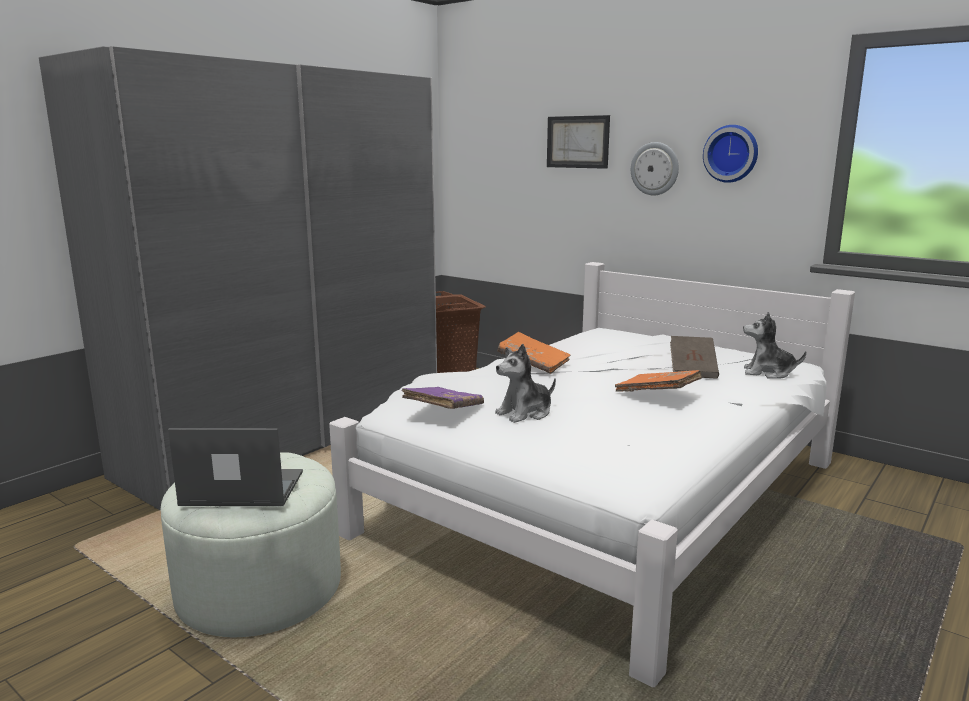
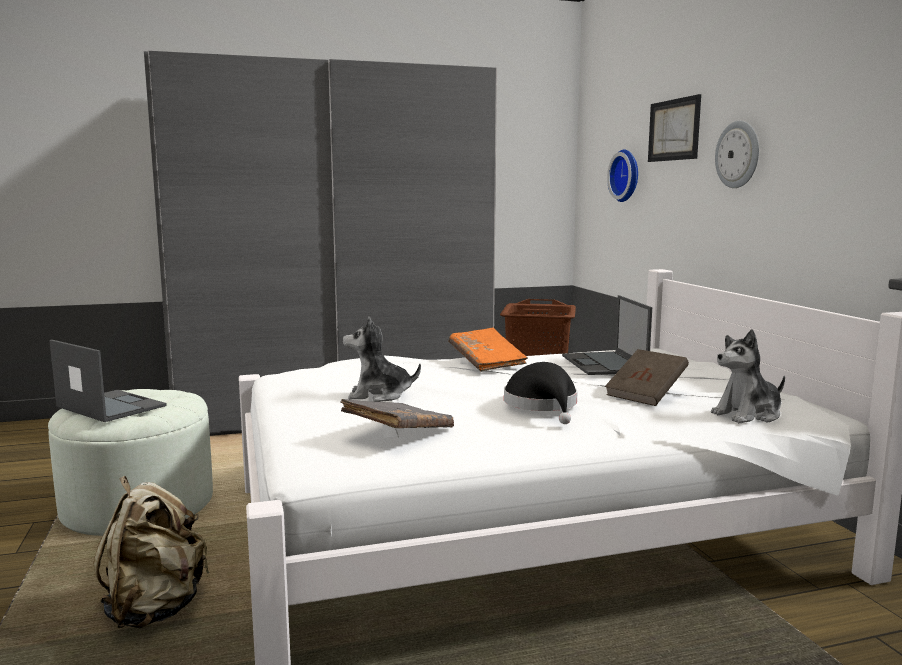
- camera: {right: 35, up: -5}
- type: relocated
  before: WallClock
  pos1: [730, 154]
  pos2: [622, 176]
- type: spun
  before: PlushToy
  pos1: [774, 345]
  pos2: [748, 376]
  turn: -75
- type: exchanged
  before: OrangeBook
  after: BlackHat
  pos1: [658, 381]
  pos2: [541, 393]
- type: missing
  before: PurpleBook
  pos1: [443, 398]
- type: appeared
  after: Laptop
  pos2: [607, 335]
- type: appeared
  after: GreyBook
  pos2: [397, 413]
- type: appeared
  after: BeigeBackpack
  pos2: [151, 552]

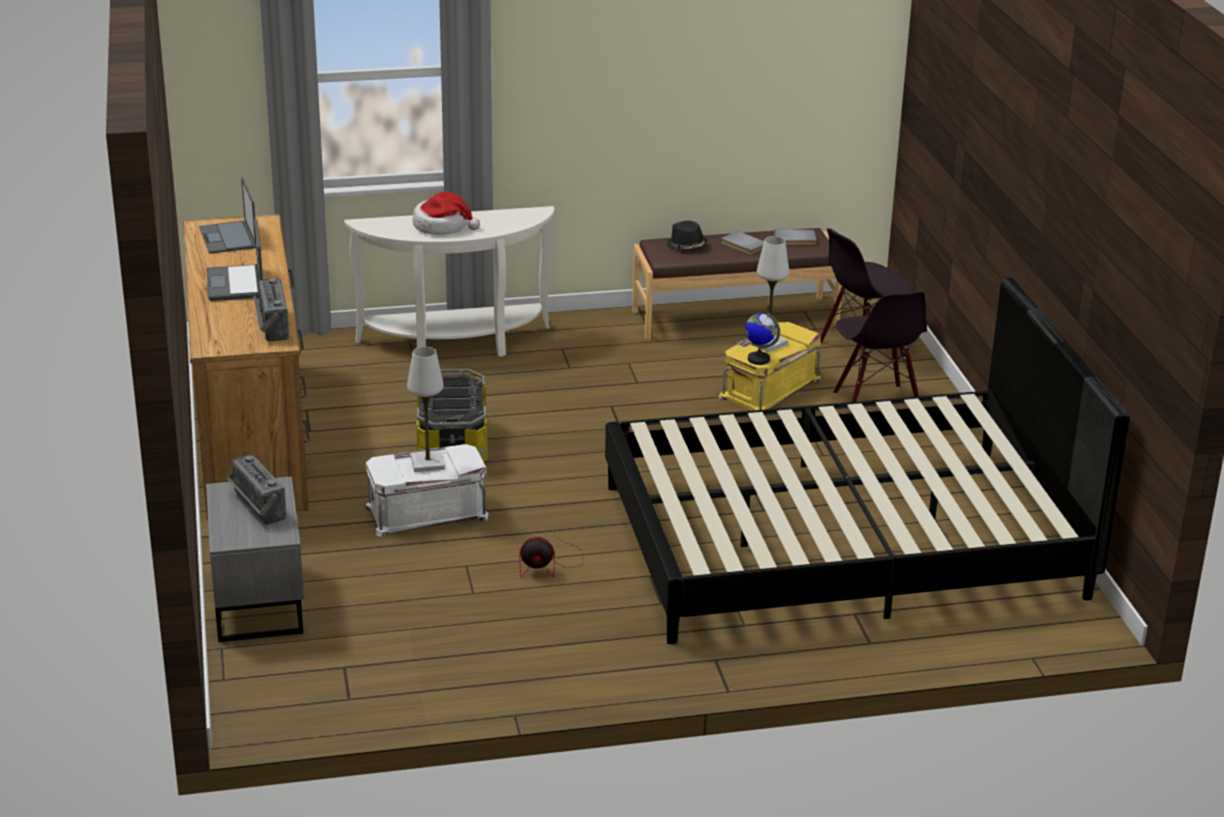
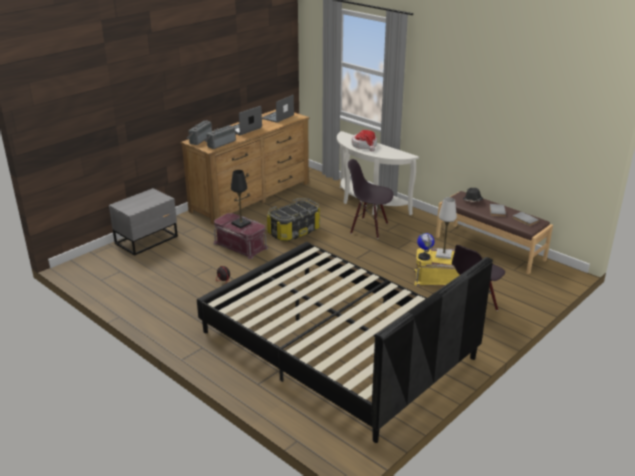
- camera: {right: 55, up: 0}
- type: relocated
  before: BlackChair
  pos1: [868, 300]
  pos2: [371, 198]
- type: colour
  before: WhiteTableLamp
  after: BlackTableLamp
  pos1: [426, 409]
  pos2: [241, 199]
- type: colour
  before: WhiteStorageBox
  after: RedStorageBox
  pos1: [427, 490]
  pos2: [240, 236]
- type: relocated
  before: Radio
  pos1: [257, 489]
  pos2: [199, 133]

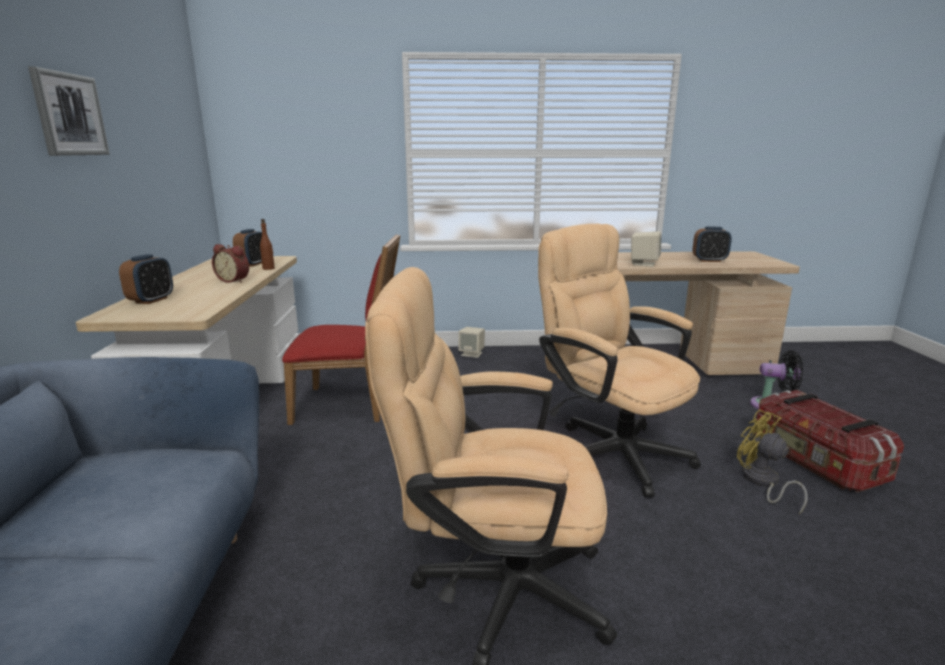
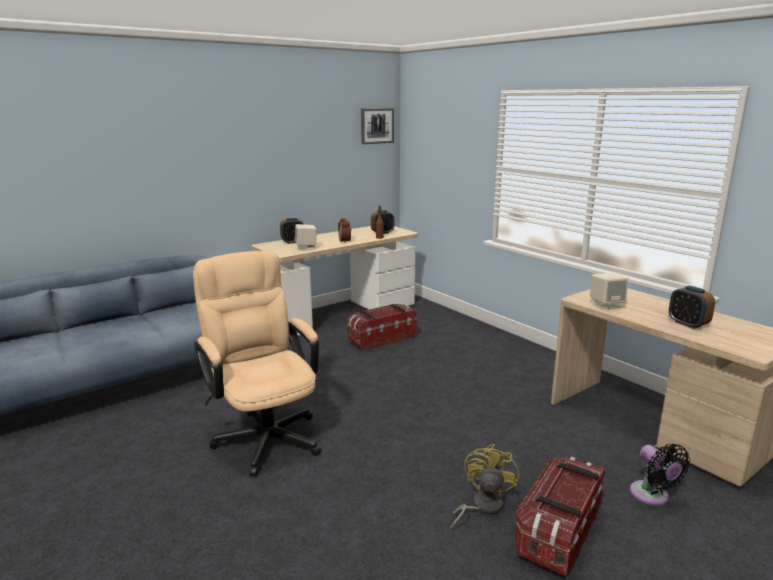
- camera: {right: 55, up: 0}
- type: relocated
  before: Picture
  pos1: [69, 111]
  pos2: [377, 126]
- type: missing
  before: BeigeOfficeChair
  pos1: [619, 360]
- type: exchanged
  before: RedChair
  after: StorageBox
  pos1: [341, 329]
  pos2: [382, 327]
- type: relocated
  before: BeigeSpeaker
  pos1: [471, 342]
  pos2: [306, 237]

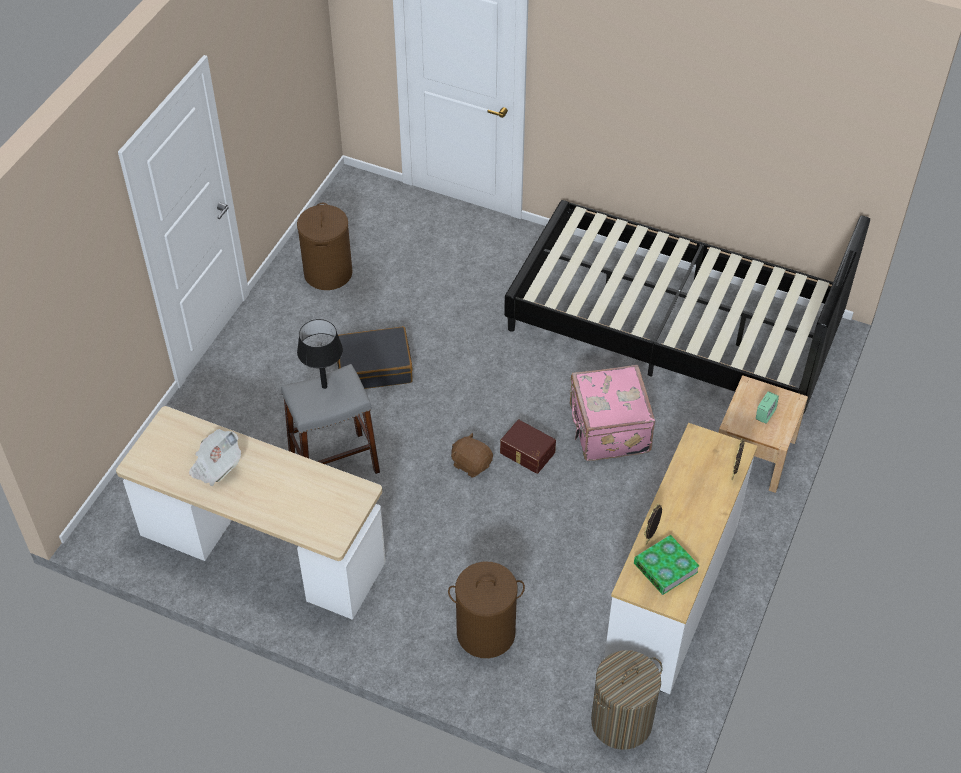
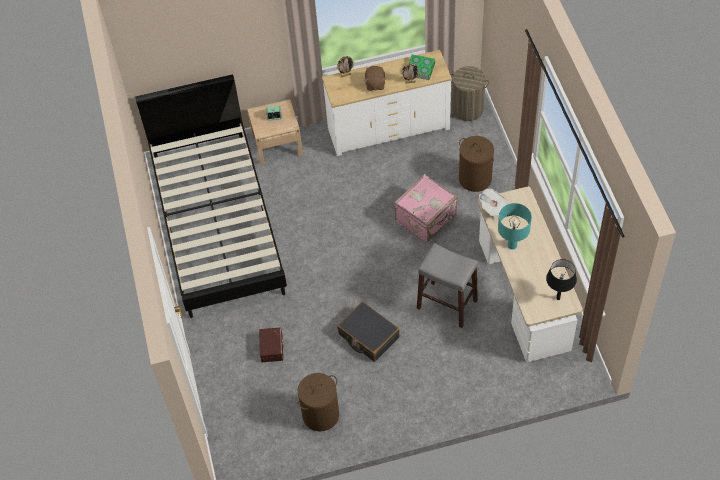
- camera: {right: -125, up: 5}
- type: relocated
  before: BlackTableLamp
  pos1: [320, 354]
  pos2: [561, 279]
- type: relocated
  before: PinkSuitcase
  pos1: [612, 413]
  pos2: [426, 208]
- type: relocated
  before: BrownStorageBox
  pos1: [528, 446]
  pos2: [272, 344]
- type: relocated
  before: Newspaper
  pos1: [215, 457]
  pos2: [493, 203]
- type: relocated
  before: BrownPlushToy
  pos1: [472, 455]
  pos2: [375, 78]
- type: appeared
  after: TurquoiseTableLamp
  pos2: [515, 226]

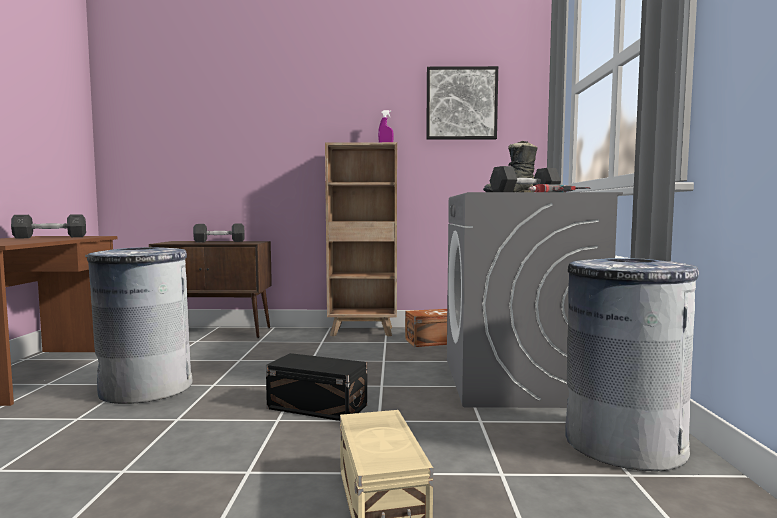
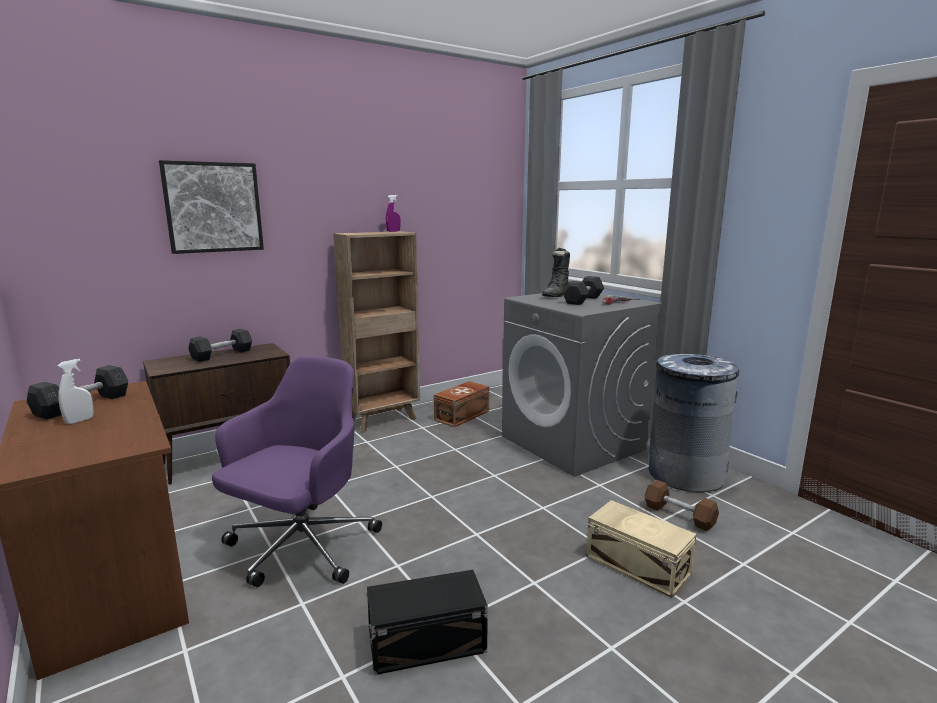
- camera: {right: -35, up: 10}
- type: relocated
  before: Picture
  pos1: [462, 103]
  pos2: [211, 207]
- type: exchanged
  before: GreyTrashCan
  after: PurpleOfficeChair
  pos1: [140, 325]
  pos2: [297, 471]
- type: relocated
  before: BlackStorageBox
  pos1: [316, 387]
  pos2: [427, 622]
- type: appeared
  after: WhiteSprayBottle
  pos2: [76, 391]
- type: appeared
  after: BrownDumbbell
  pos2: [682, 505]

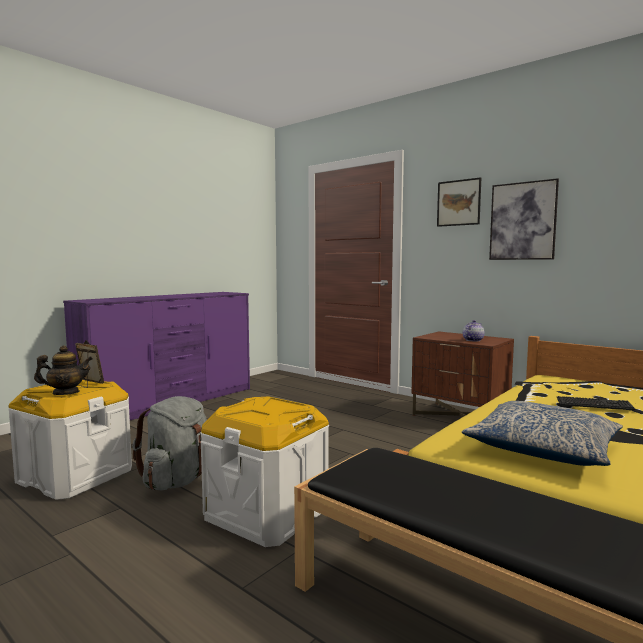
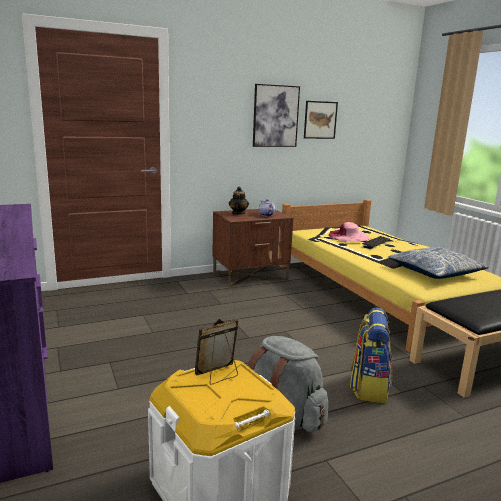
- camera: {right: -65, up: 10}
- type: relocated
  before: Picture
  pos1: [459, 202]
  pos2: [321, 120]
- type: relocated
  before: Teapot
  pos1: [63, 370]
  pos2: [239, 200]
- type: exchanged
  before: WhiteStorageBox
  after: Backpack
  pos1: [265, 471]
  pos2: [371, 355]
- type: appeared
  after: PinkHat
  pos2: [348, 232]

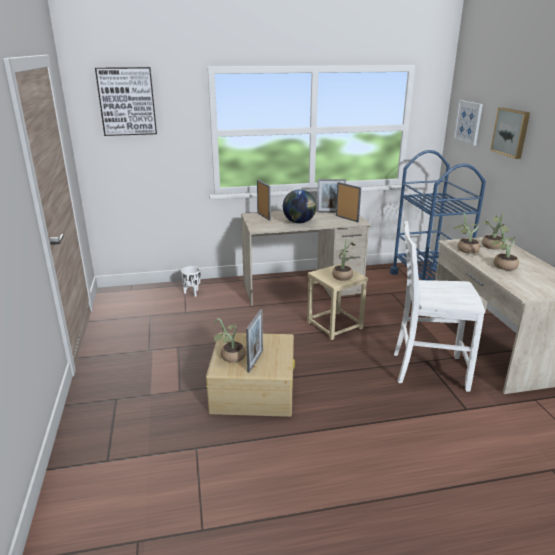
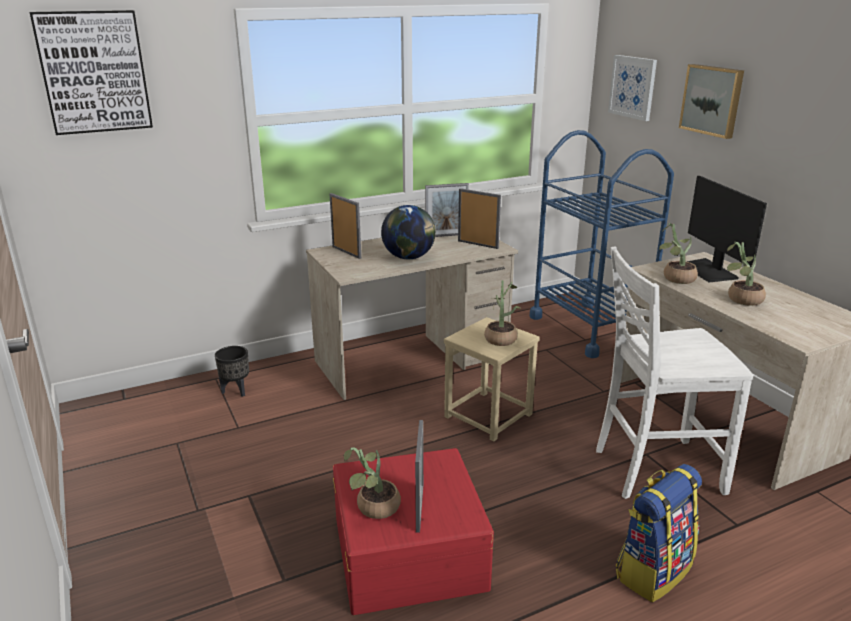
- camera: {right: -15, up: 0}
- type: exchanged
  before: PottedPlant
  after: Monitor
  pos1: [495, 231]
  pos2: [727, 229]
- type: colour
  before: WhitePlanter
  after: BlackPlanter
  pos1: [191, 281]
  pos2: [232, 371]
- type: colour
  before: BeigeStorageBox
  after: RedStorageBox
  pos1: [250, 375]
  pos2: [413, 531]
- type: appeared
  after: Backpack
  pos2: [659, 533]

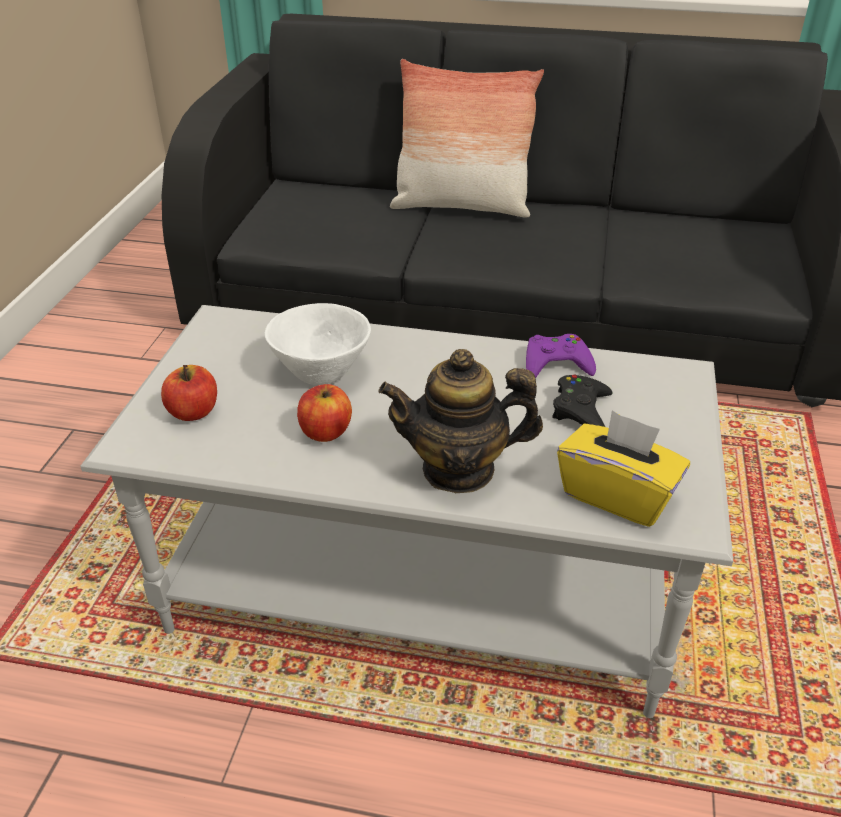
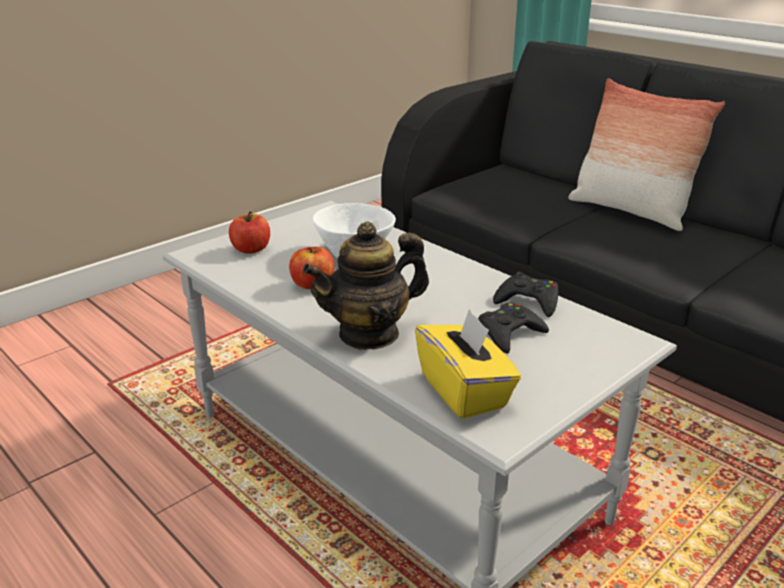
- camera: {right: 35, up: -10}
- type: colour
  before: PurpleGameController
  after: BlackGameController
  pos1: [561, 356]
  pos2: [525, 294]
- type: spun
  before: Teapot
  pos1: [460, 421]
  pos2: [366, 286]
  turn: -60

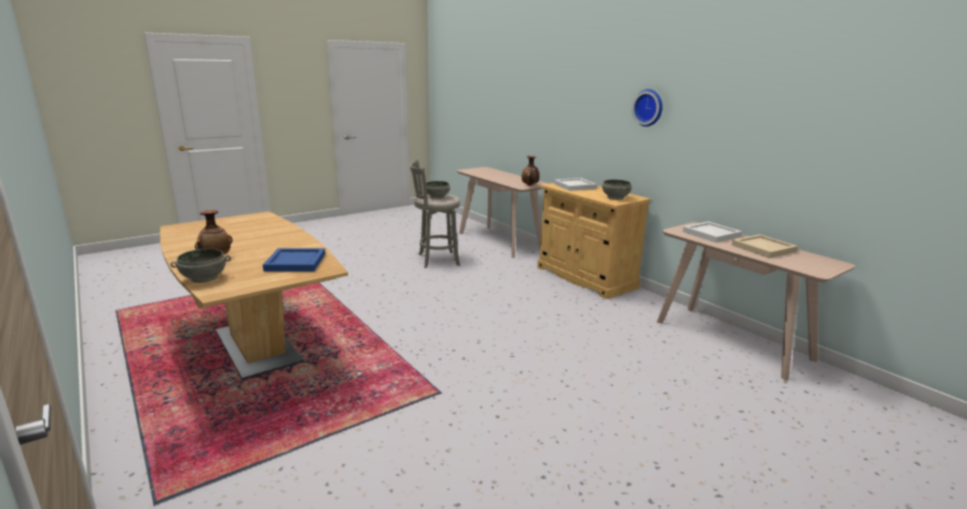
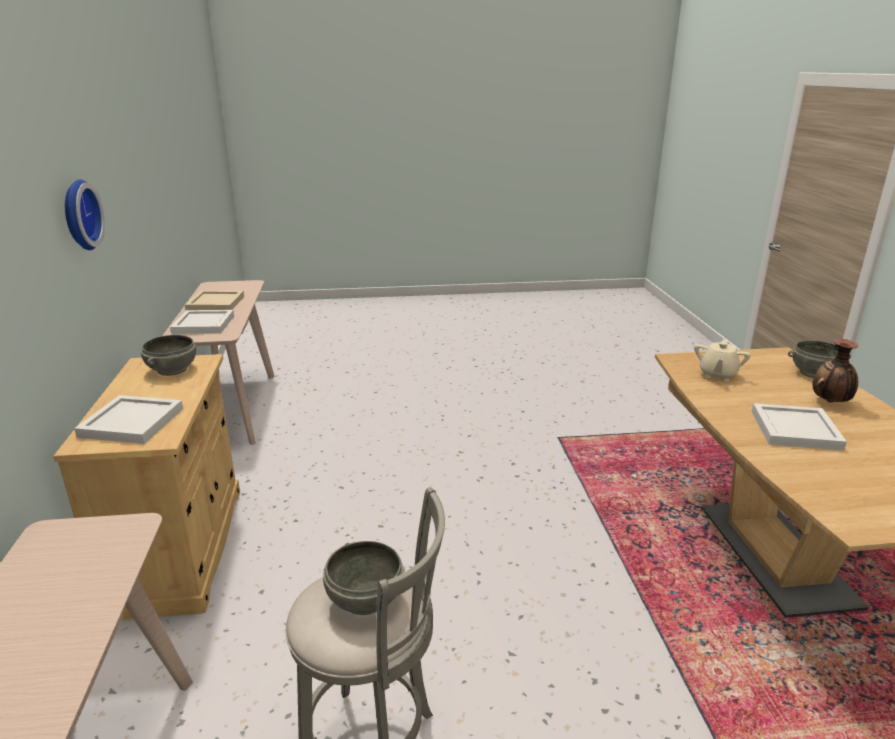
- camera: {right: -150, up: 5}
- type: missing
  before: Vase
  pos1: [530, 171]
- type: exchanged
  before: BlueTray
  after: BeigeTeapot
  pos1: [294, 260]
  pos2: [722, 360]
- type: appeared
  after: WhiteTray
  pos2: [799, 427]

